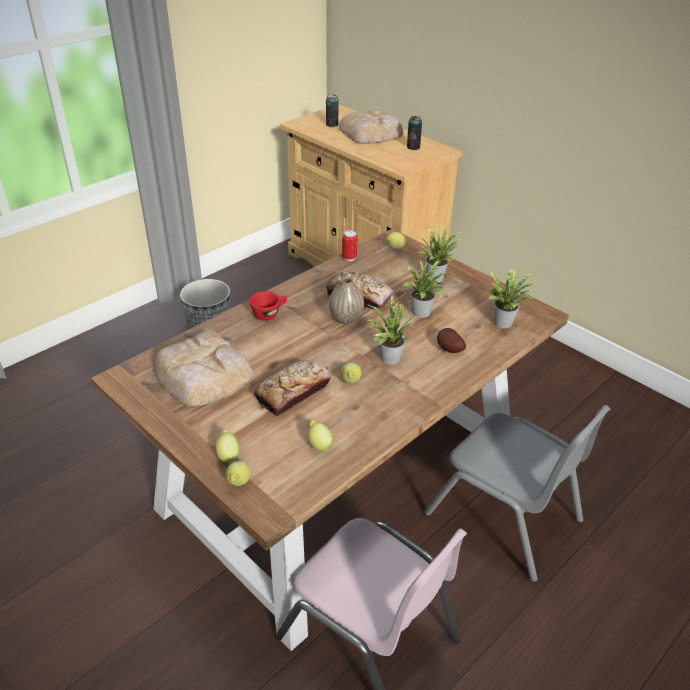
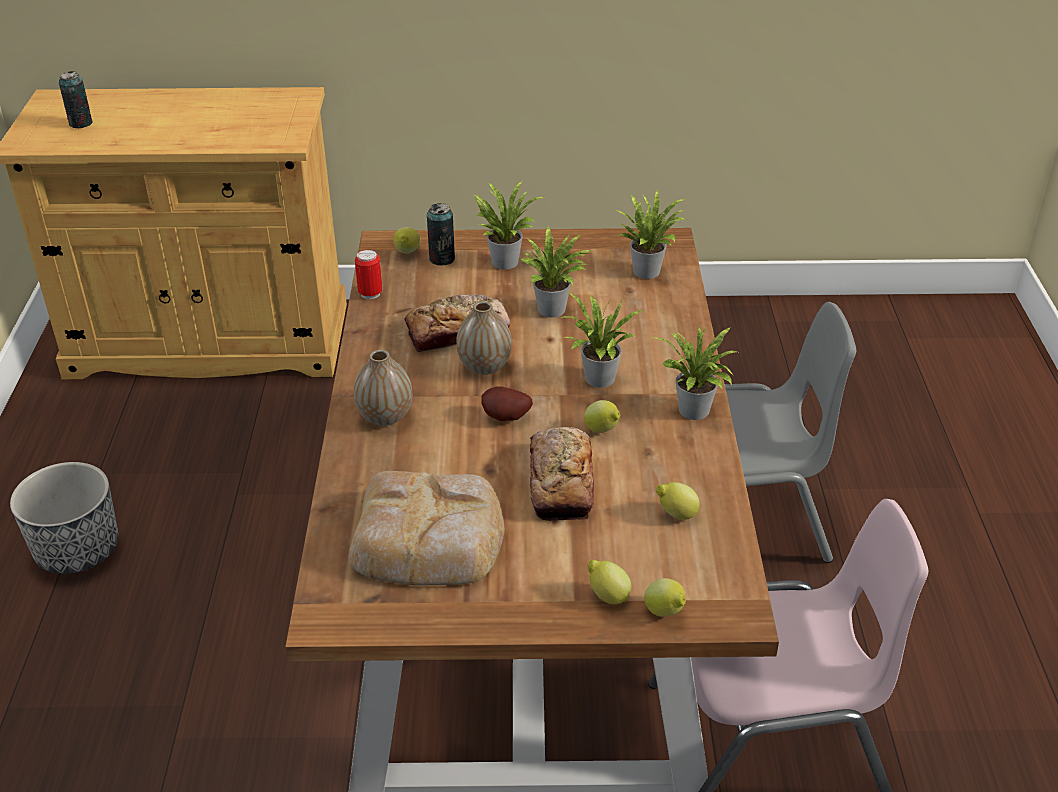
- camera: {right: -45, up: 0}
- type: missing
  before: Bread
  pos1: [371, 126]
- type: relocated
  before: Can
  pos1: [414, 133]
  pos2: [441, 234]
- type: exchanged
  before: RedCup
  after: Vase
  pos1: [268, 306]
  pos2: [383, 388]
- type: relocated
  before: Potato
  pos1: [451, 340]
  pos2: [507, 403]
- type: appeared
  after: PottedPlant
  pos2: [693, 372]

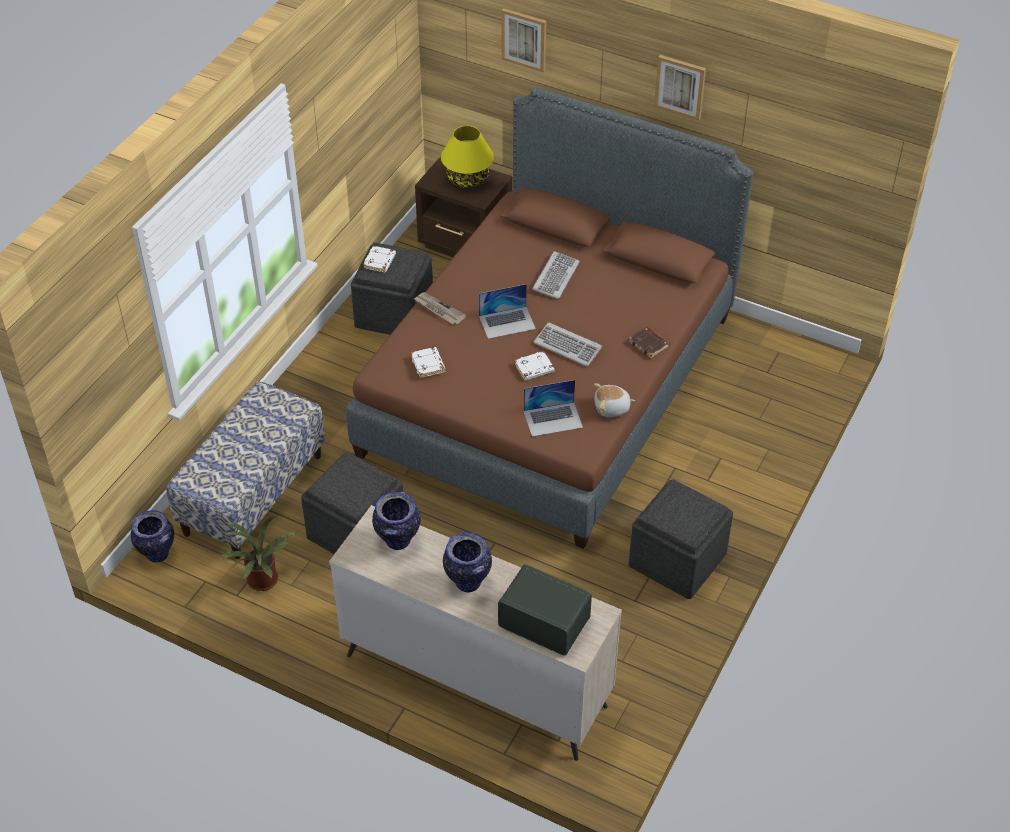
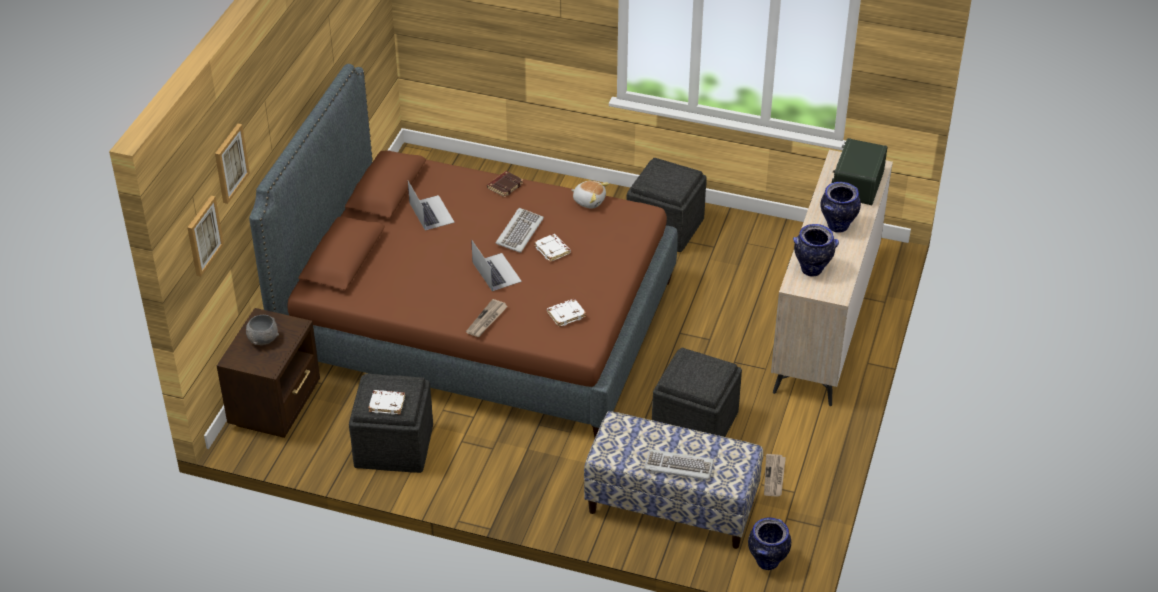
- camera: {right: -100, up: -5}
- type: relocated
  before: Picture
  pos1: [680, 87]
  pos2: [205, 236]
- type: exchanged
  before: YellowTableLamp
  after: GreyBowl
  pos1: [467, 157]
  pos2: [262, 330]
- type: relocated
  before: Keyboard
  pos1: [556, 275]
  pos2: [679, 465]
- type: relocated
  before: Laptop
  pos1: [553, 408]
  pos2: [431, 206]
- type: spun
  before: PlushToy
  pos1: [614, 400]
  pos2: [590, 195]
  turn: -45
- type: exchanged
  before: PottedPlant
  after: Newspaper
  pos1: [259, 553]
  pos2: [775, 475]

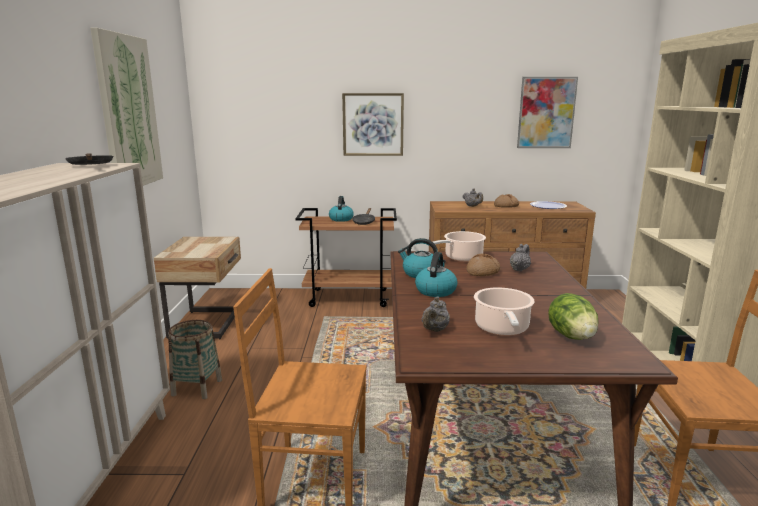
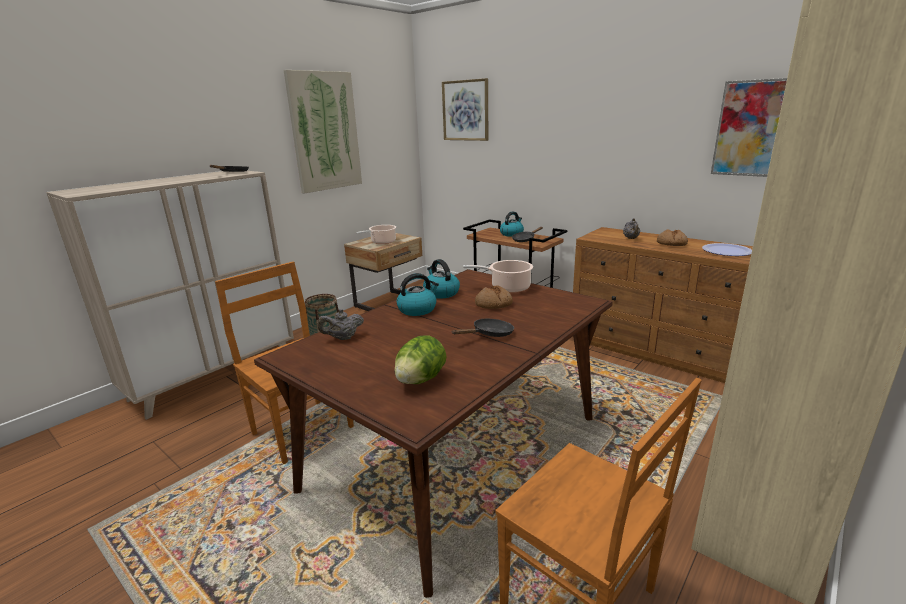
- camera: {right: 40, up: 5}
- type: relocated
  before: Picture
  pos1: [373, 124]
  pos2: [465, 109]
- type: missing
  before: GreyTeapot
  pos1: [520, 258]
- type: relocated
  before: CookingPot
  pos1: [504, 311]
  pos2: [376, 234]
- type: appeared
  after: BlackFryingPan
  pos2: [483, 328]

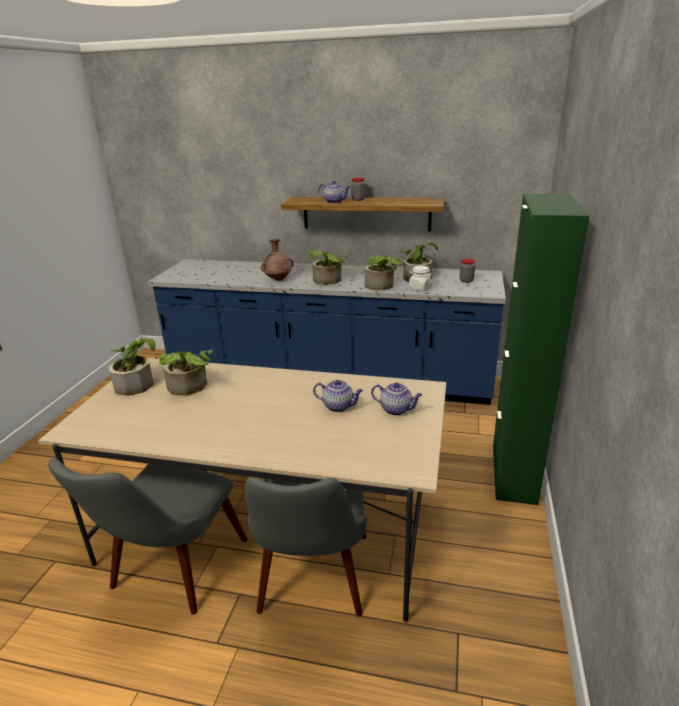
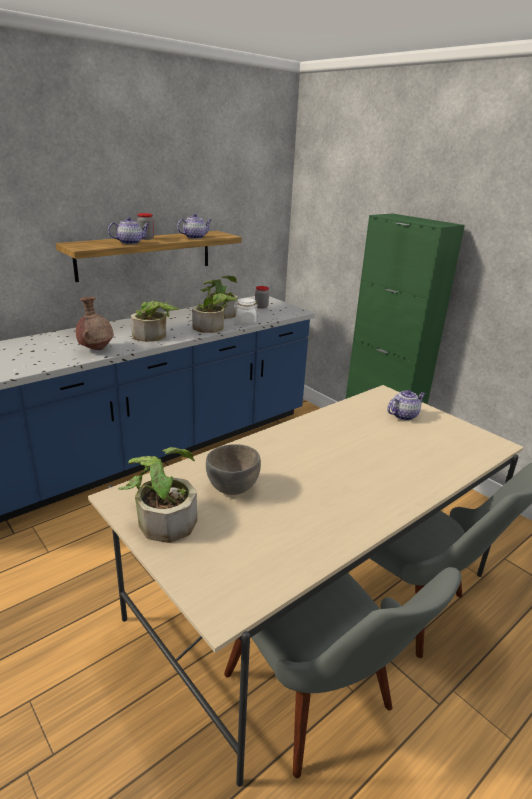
- camera: {right: -55, up: 0}
- type: exchanged
  before: PottedPlant
  after: GreyBowl
  pos1: [186, 373]
  pos2: [233, 469]
- type: relocated
  before: Teapot
  pos1: [338, 396]
  pos2: [194, 226]

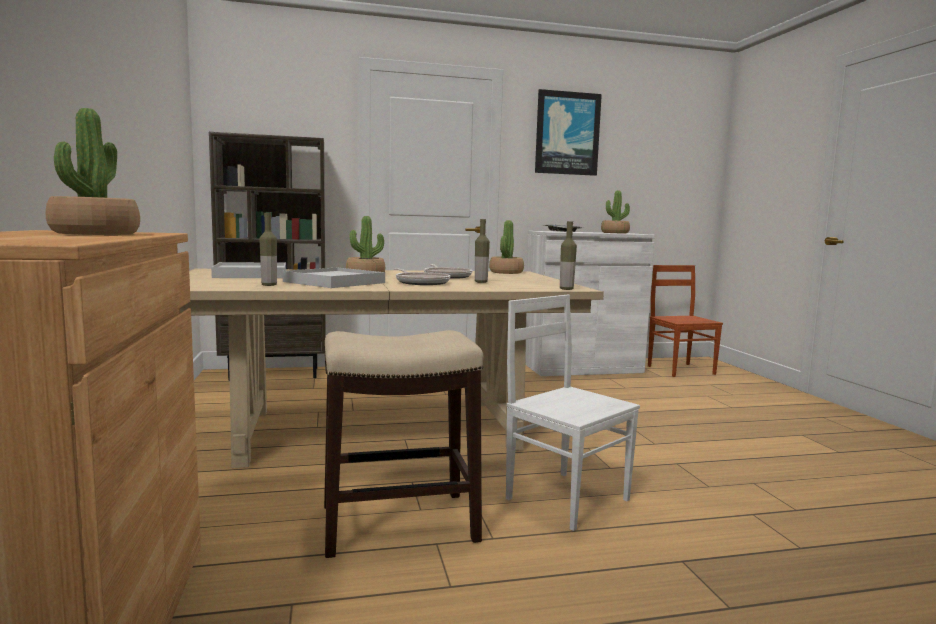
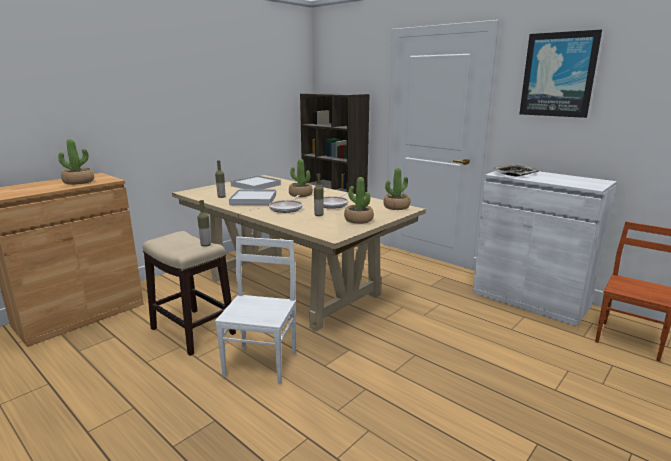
- camera: {right: 55, up: 10}
- type: relocated
  before: PottedPlant
  pos1: [615, 212]
  pos2: [359, 200]
- type: relocated
  before: Bottle
  pos1: [568, 255]
  pos2: [204, 223]

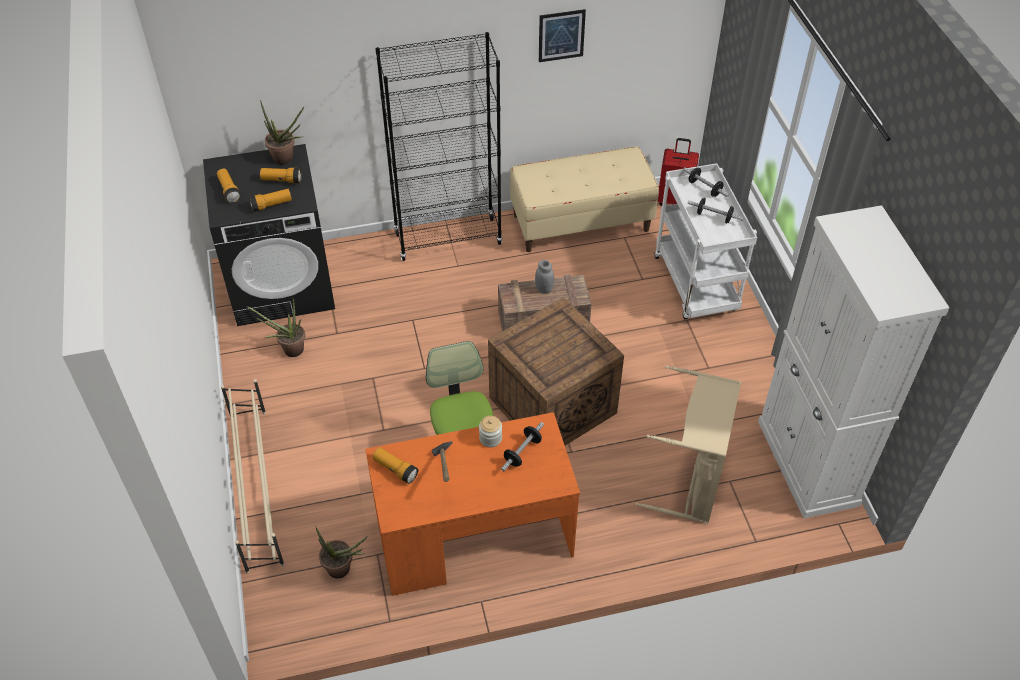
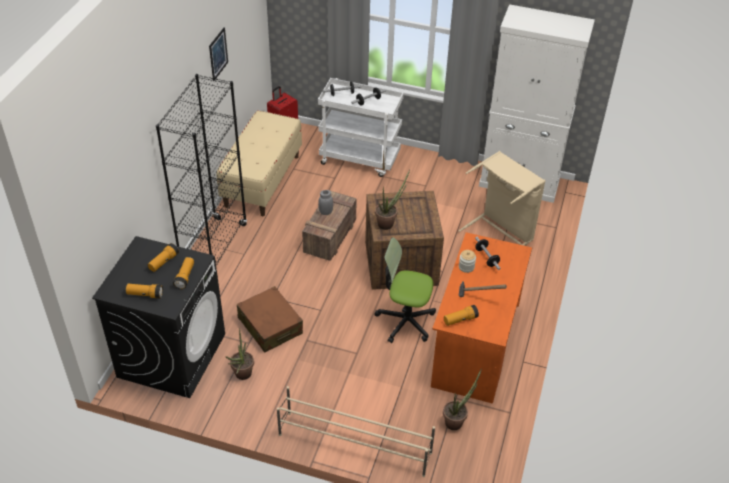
- camera: {right: -60, up: -5}
- type: relocated
  before: PottedPlant
  pos1: [282, 132]
  pos2: [392, 200]
- type: appeared
  after: BrownSuitcase
  pos2: [270, 319]

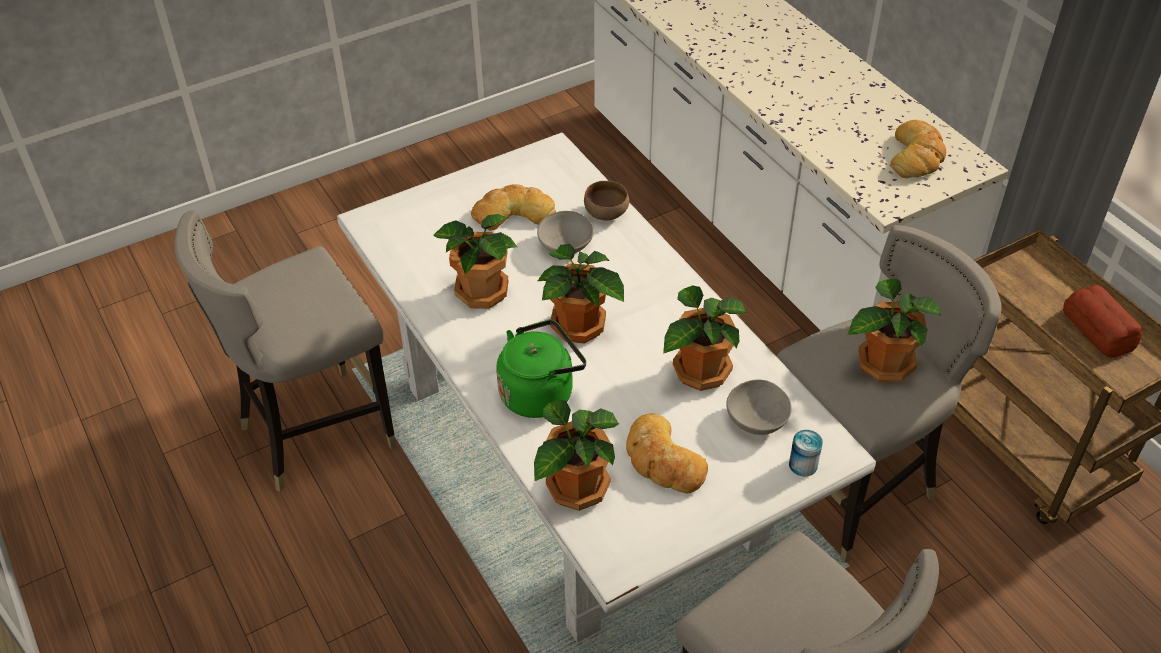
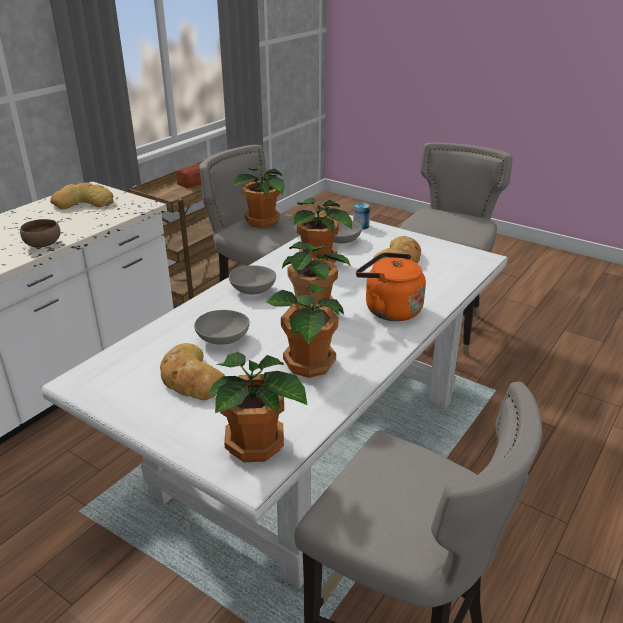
- camera: {right: -115, up: -15}
- type: relocated
  before: BrownBowl
  pos1: [606, 201]
  pos2: [40, 233]
- type: colour
  before: GreenKettle
  after: OrangeKettle
  pos1: [541, 368]
  pos2: [391, 286]
- type: relocated
  before: PottedPlant
  pos1: [577, 455]
  pos2: [257, 407]
- type: appeared
  after: GreyBowl
  pos2: [252, 279]

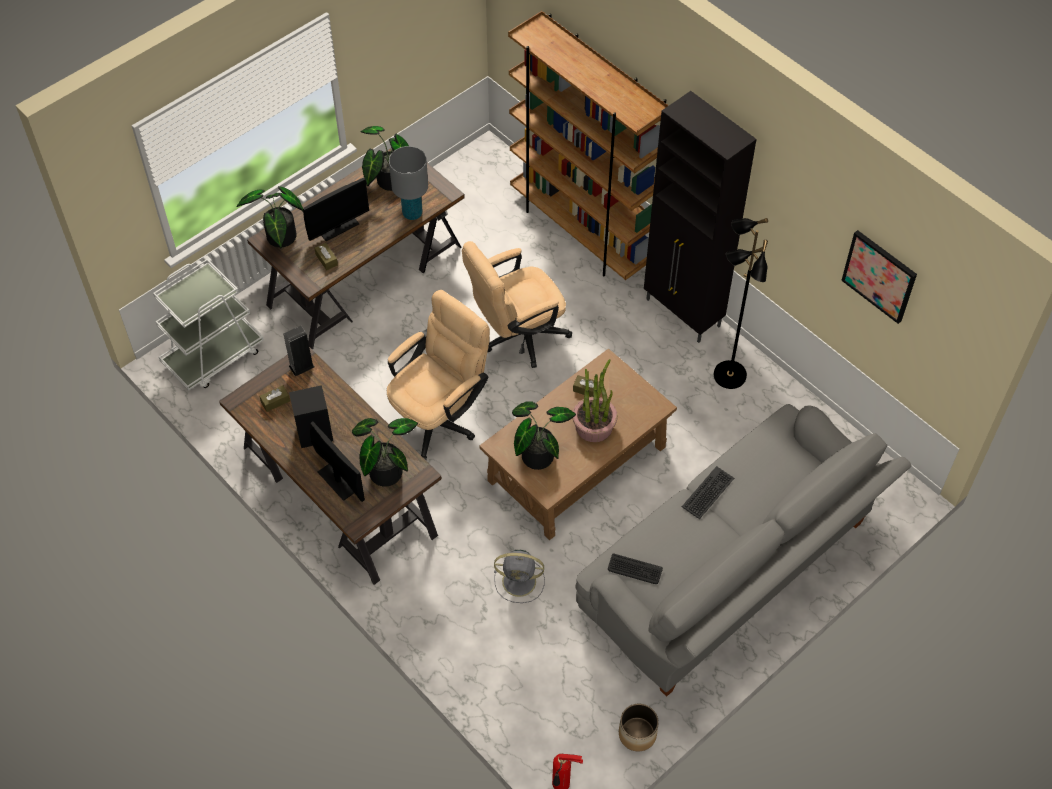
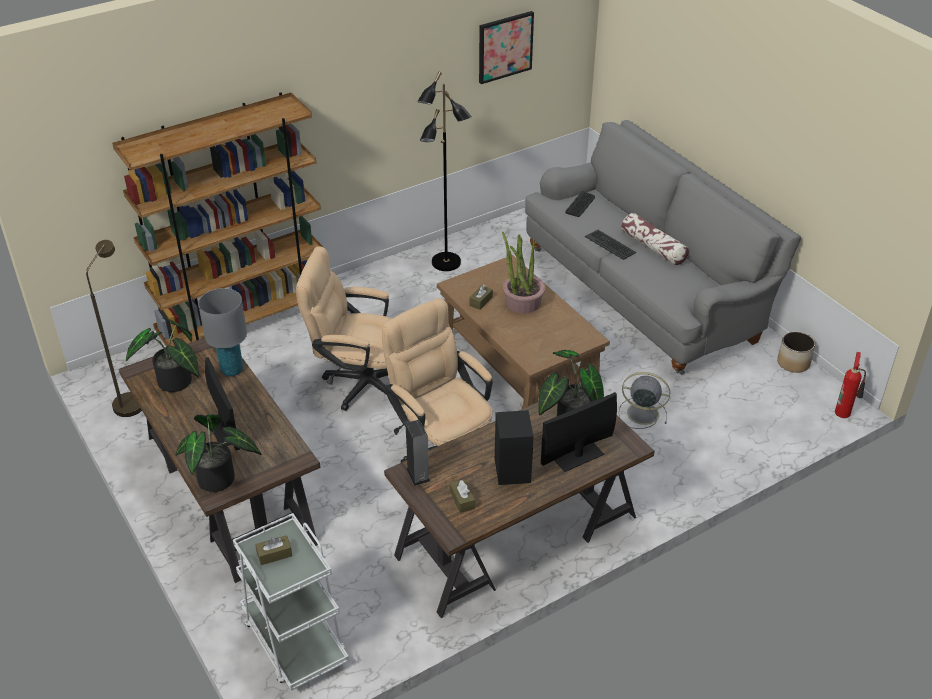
- camera: {right: -80, up: -15}
- type: missing
  before: BlackCabinet
  pos1: [700, 217]
- type: spun
  before: BeigeOfficeChair
  pos1: [517, 304]
  pos2: [344, 328]
  turn: 120
- type: relocated
  before: BrownTissueBox
  pos1: [326, 256]
  pos2: [273, 550]
- type: missing
  before: PottedPlant
  pos1: [544, 435]
- type: spun
  before: GreyFan
  pos1: [519, 576]
  pos2: [644, 400]
  turn: -90
- type: relocated
  before: Keyboard
  pos1: [635, 568]
  pos2: [580, 204]
- type: appeared
  after: Pillow
  pos2: [655, 239]
- type: appeared
  after: BrownFloorLamp
  pos2: [114, 328]

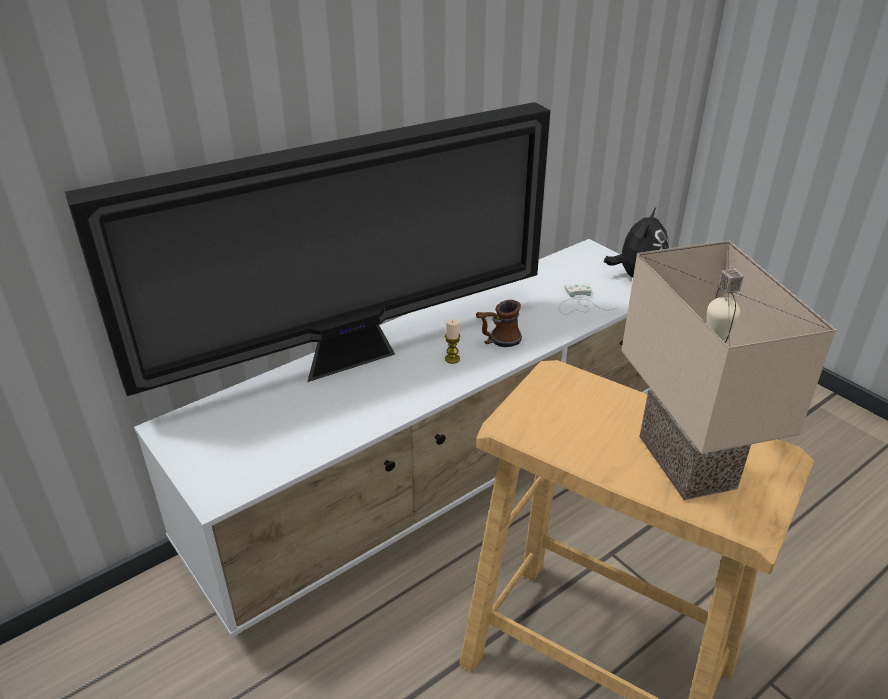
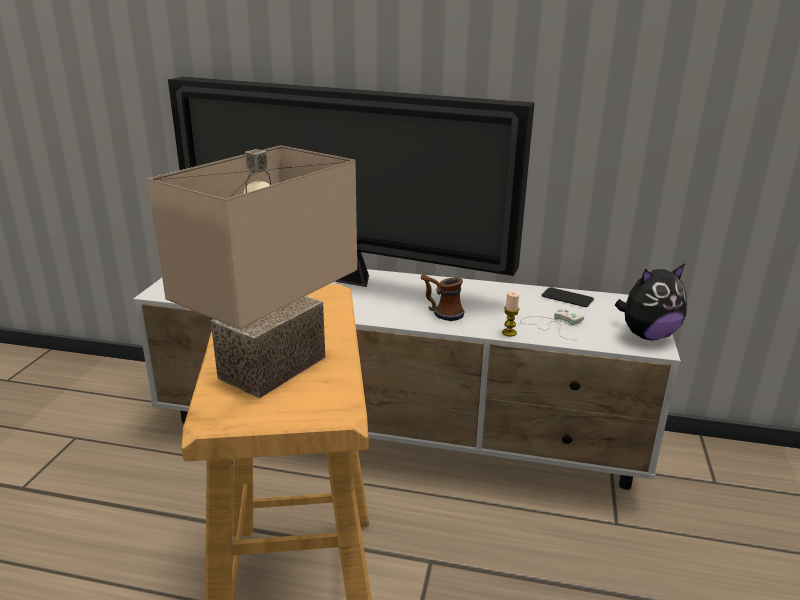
- camera: {right: 50, up: -10}
- type: relocated
  before: Candle
  pos1: [453, 341]
  pos2: [510, 314]
- type: appeared
  after: Phone
  pos2: [568, 297]

